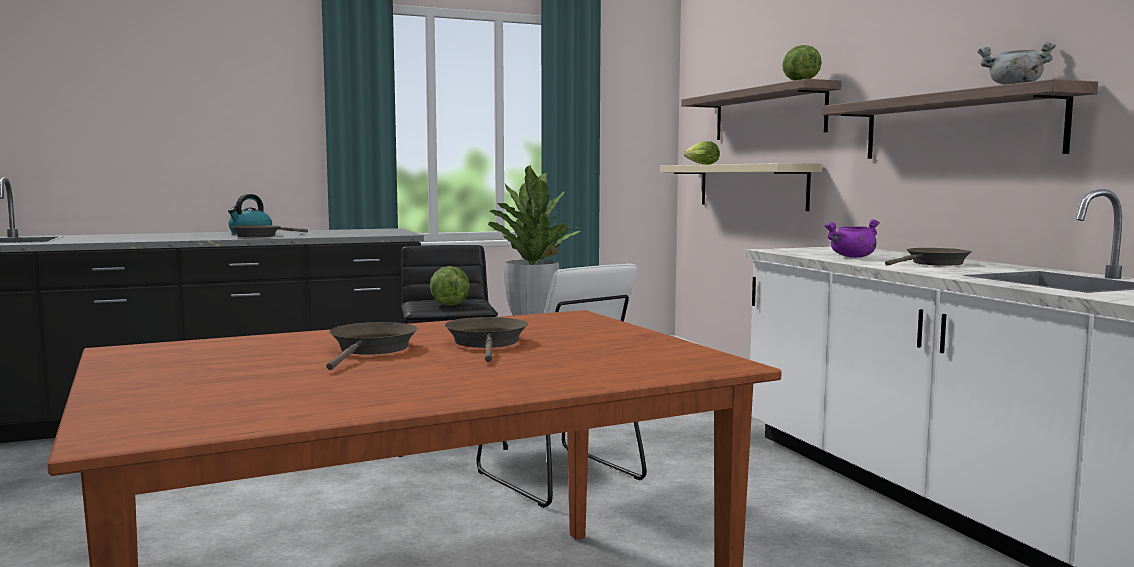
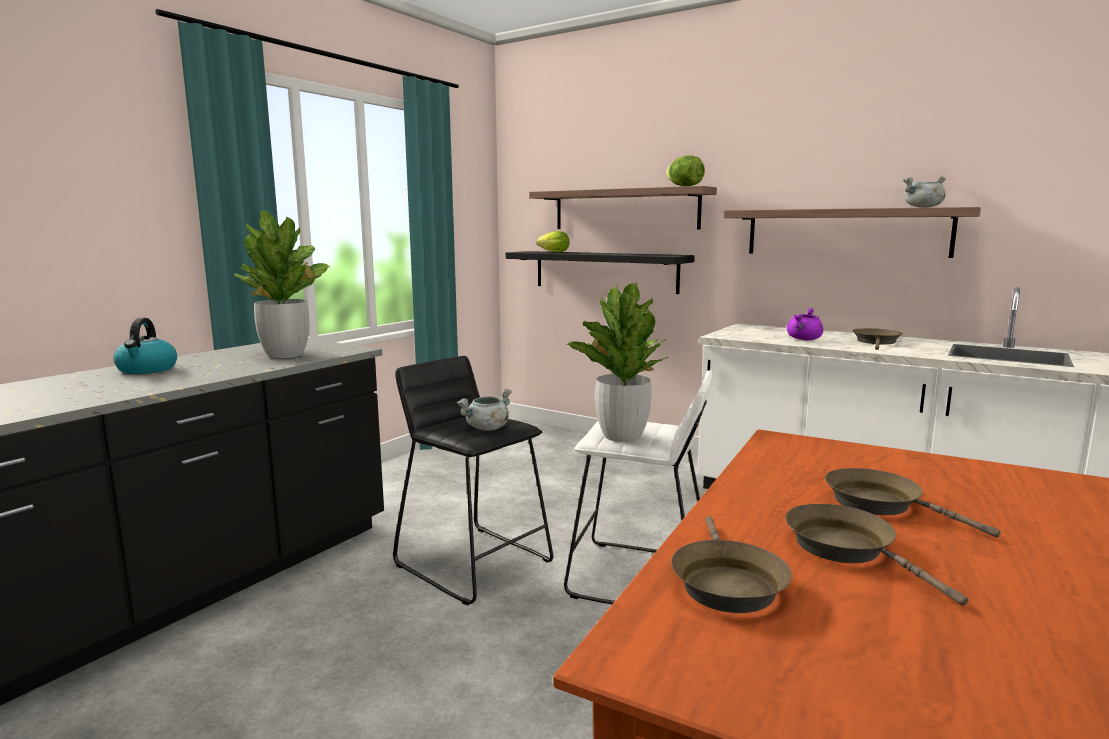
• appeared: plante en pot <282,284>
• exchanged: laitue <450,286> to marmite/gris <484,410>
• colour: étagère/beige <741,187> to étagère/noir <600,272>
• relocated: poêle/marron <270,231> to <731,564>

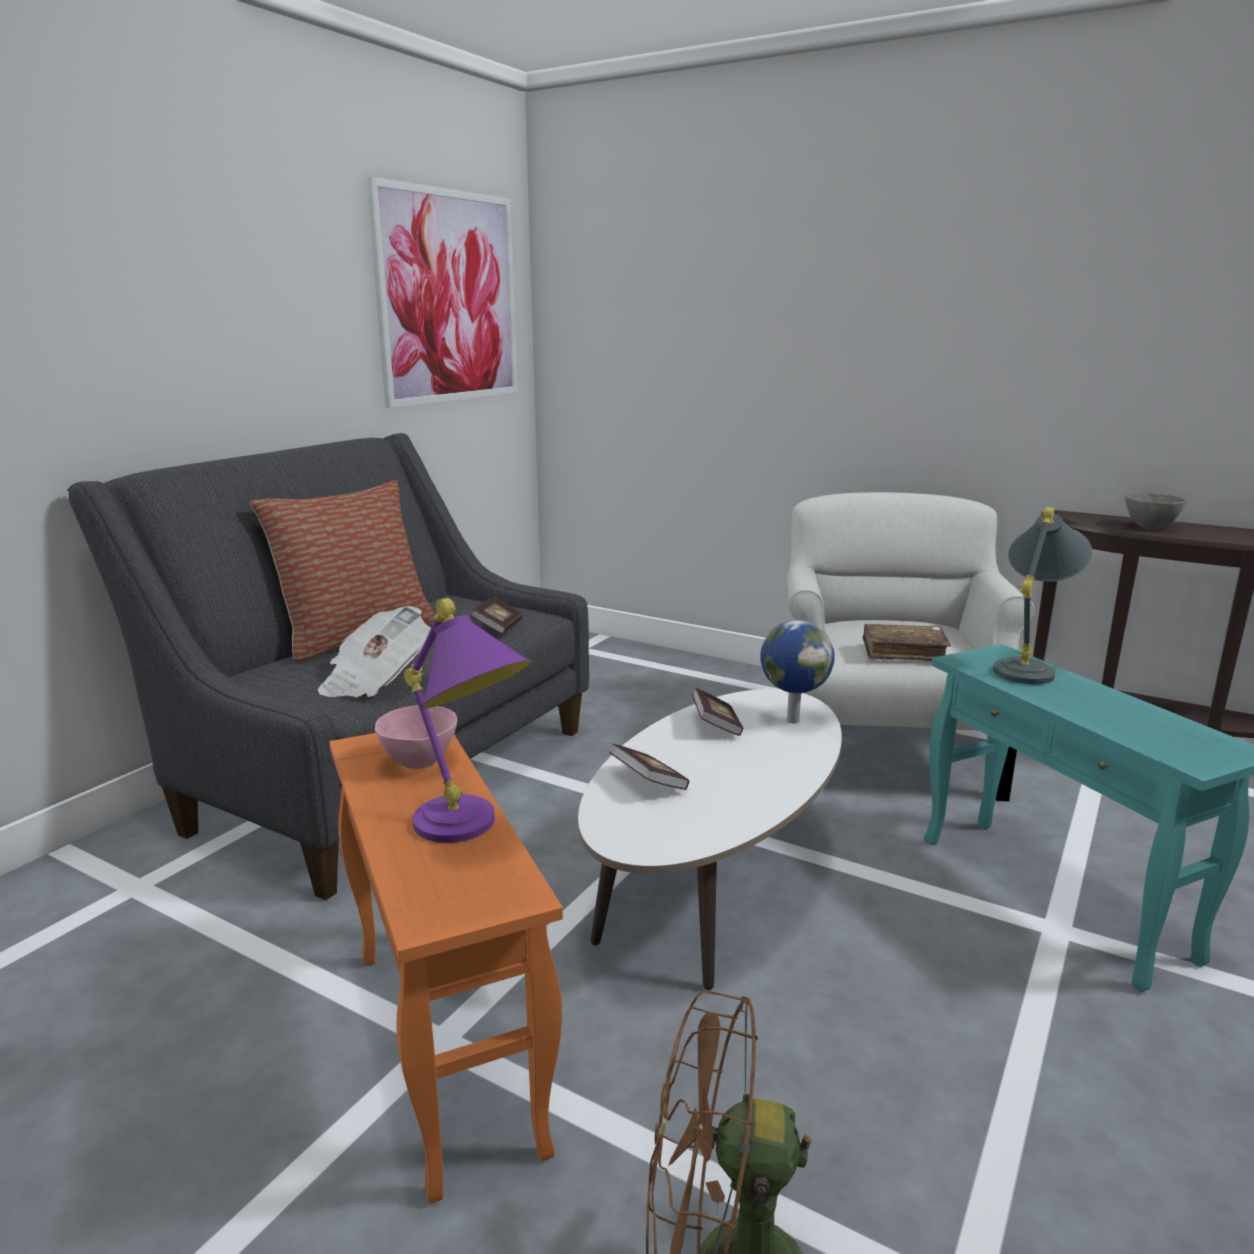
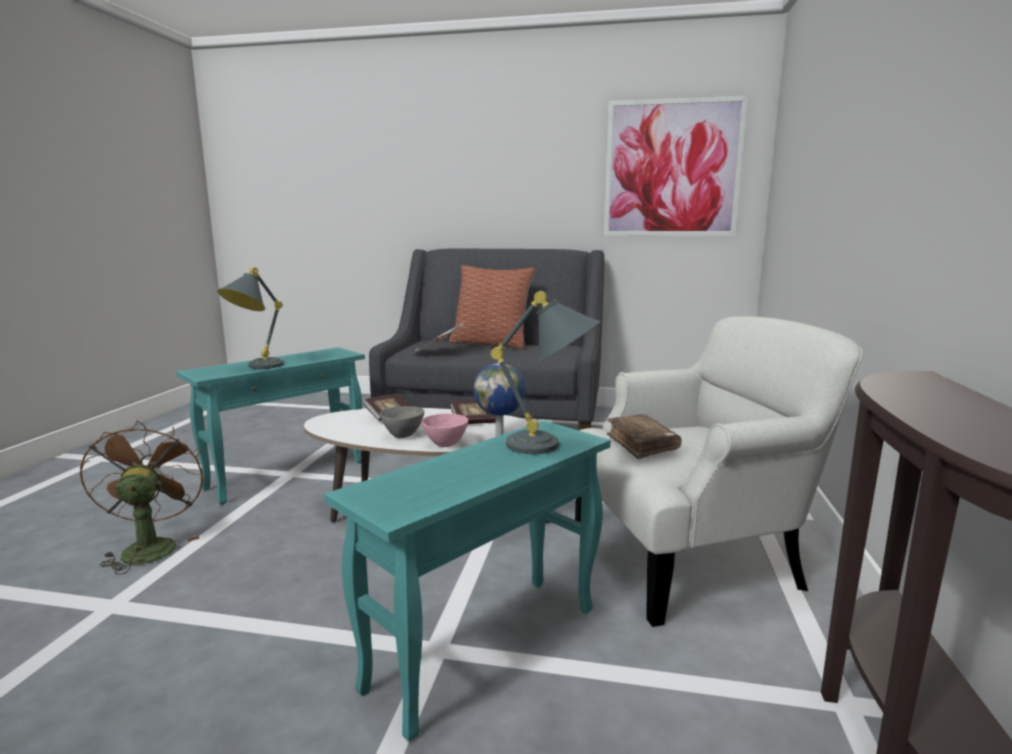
• colour: table d'appoint/orange <446,968> to table d'appoint/turquoise <270,426>
• colour: lampe de table/violet <468,720> to lampe de table/gris <251,318>
• relocated: bol/gris <1156,510> to <402,422>
• relocated: bol/rose <416,737> to <445,430>
• missing: livre <497,615>

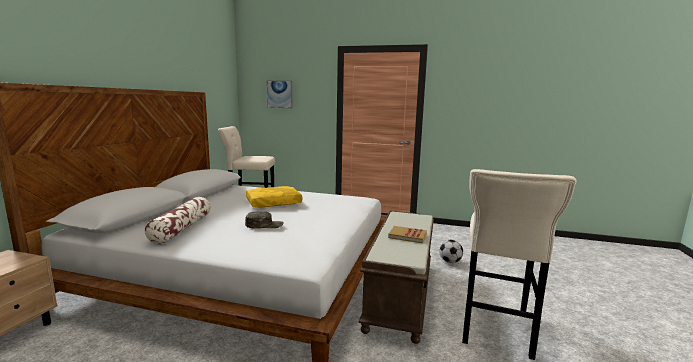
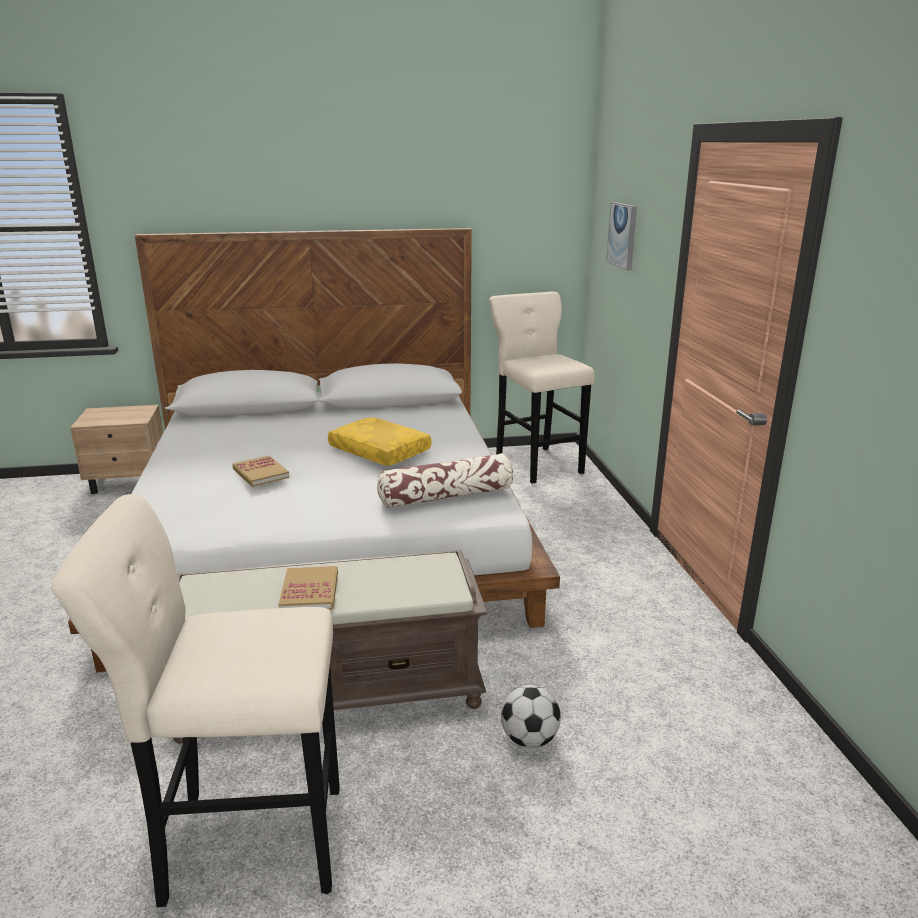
• exchanged: casquette/vert <264,220> to livre <261,471>
• relocated: coussin <177,220> to <445,480>

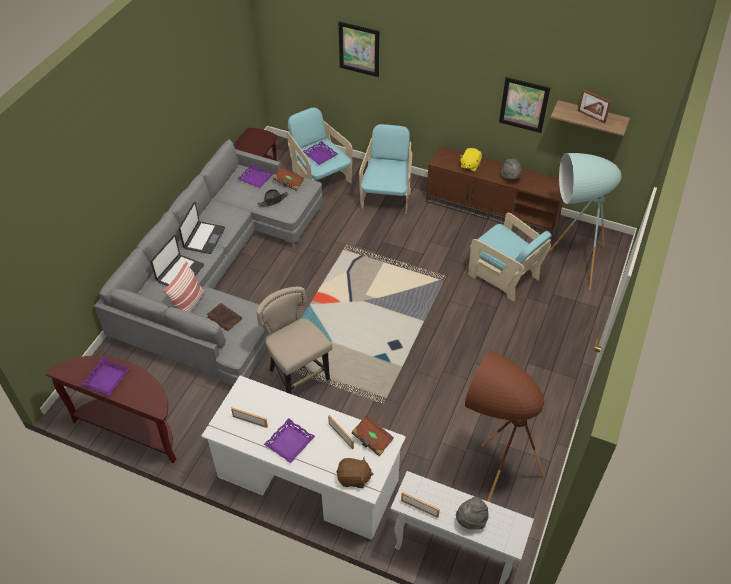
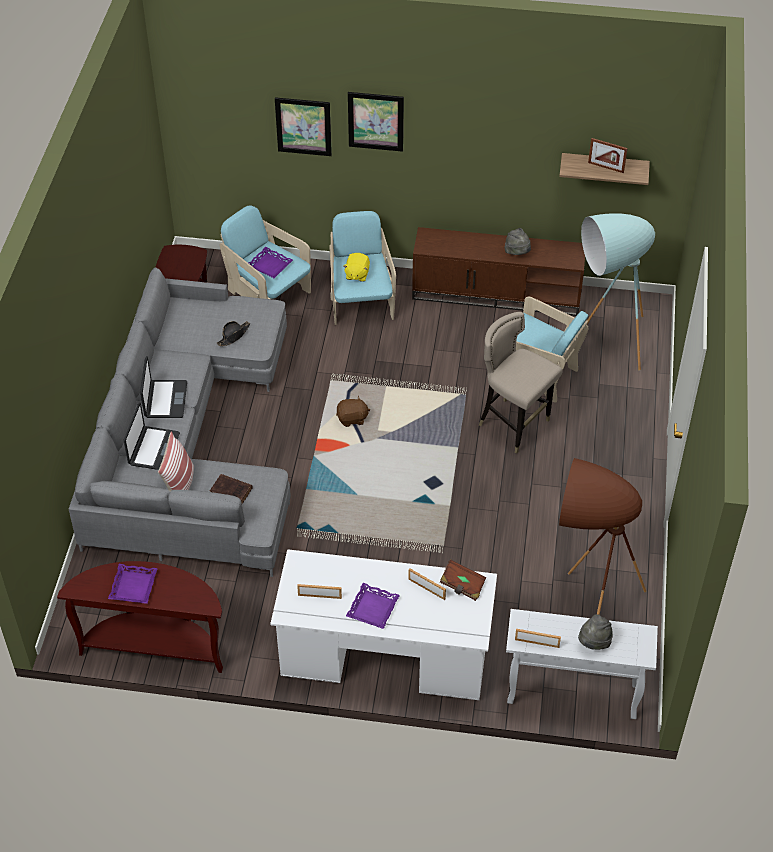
• relocated: peluche/marron <355,472> to <353,411>
• relocated: peluche/jaune <471,160> to <356,267>
• relocated: tableau <524,105> to <376,122>
• relocated: tabouret/beige <295,340> to <520,383>
• missing: plateau/violet <255,176>
• missing: livre/marron <288,178>

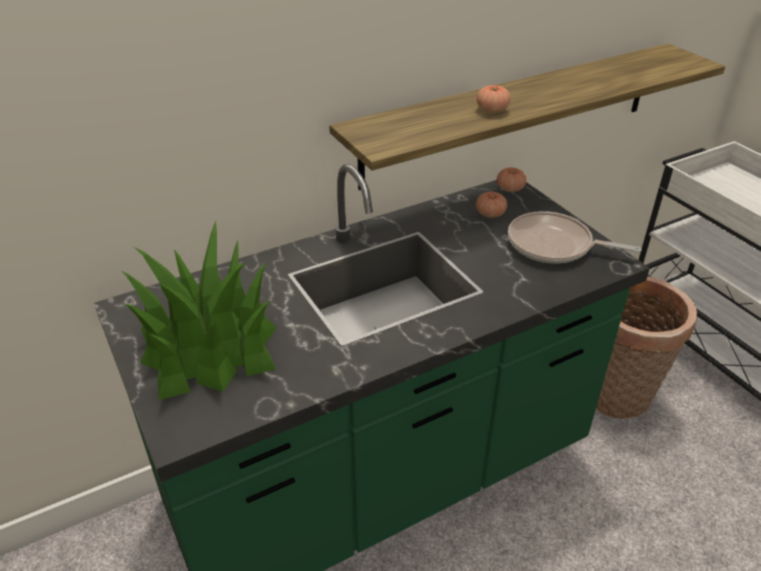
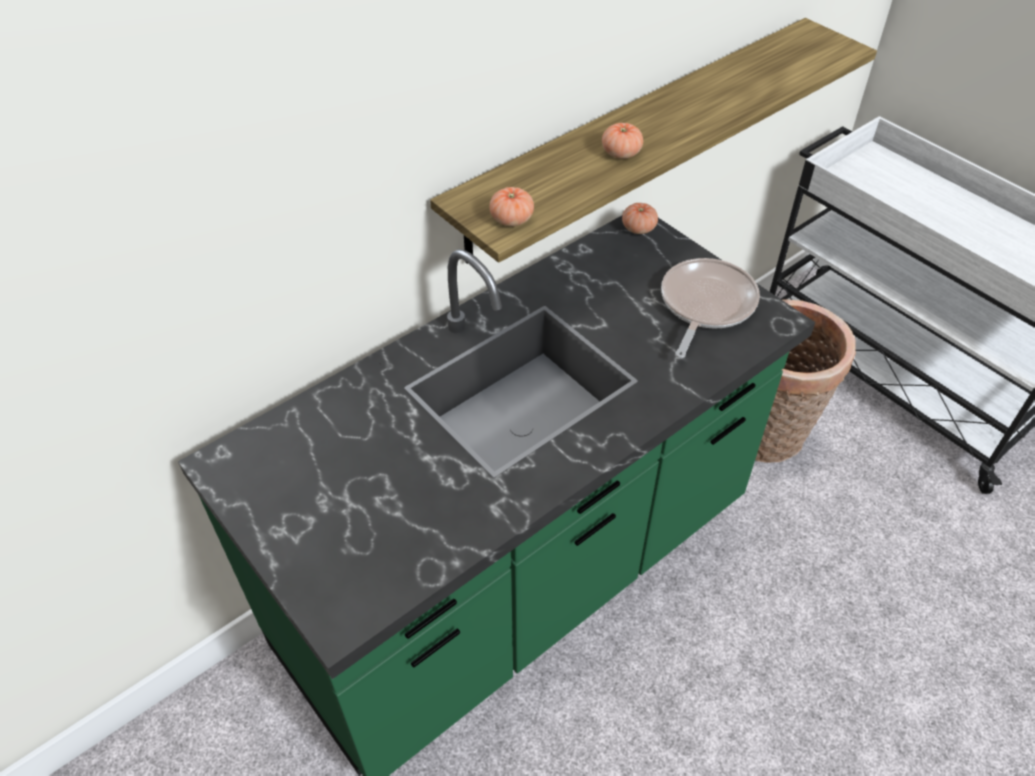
• relocated: tomate <491,204> to <511,206>
• spun: poêle <575,237> = <710,308> 105 degrees clockwise
• missing: plante en pot <198,310>

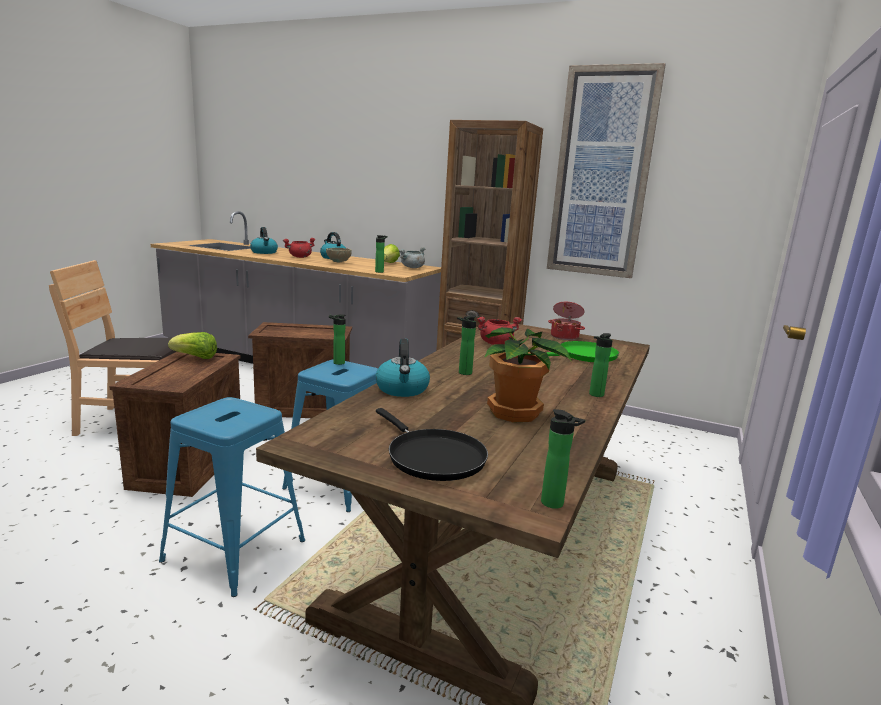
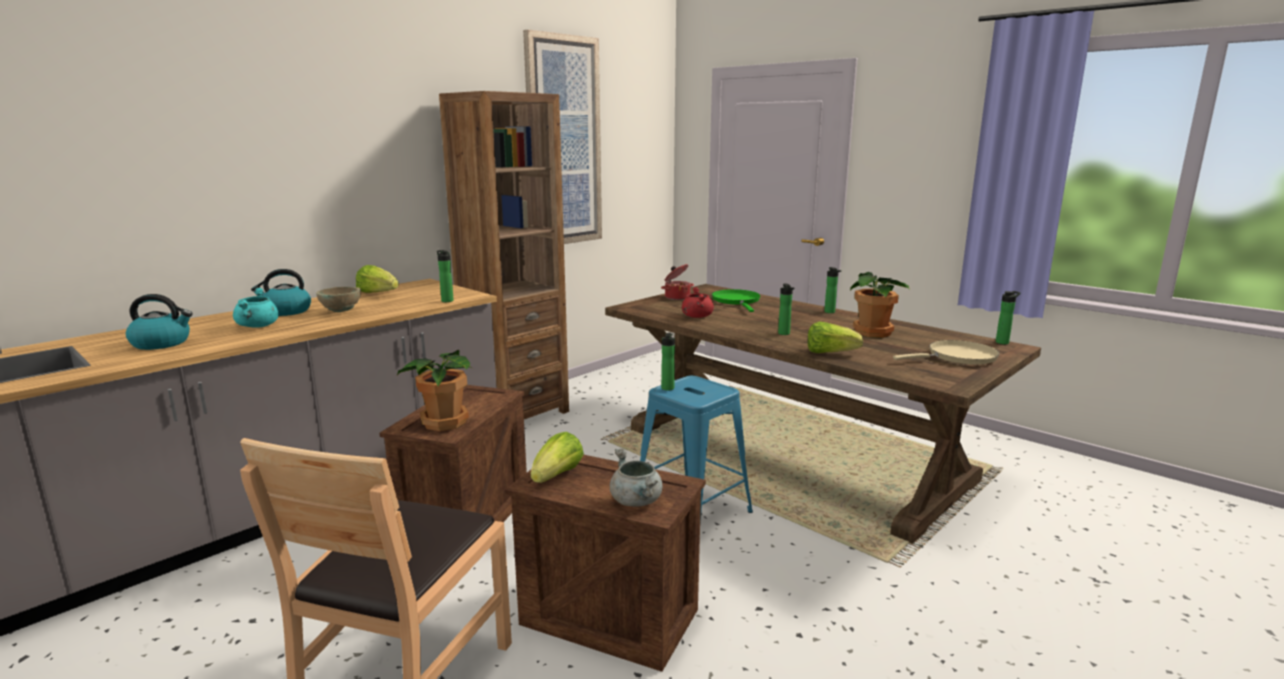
• colour: marmite/rouge <299,248> to marmite/turquoise <256,308>
• appeared: plante en pot <435,390>
• relocated: marmite/gris <412,257> to <636,477>
• exchanged: bouilloire <402,368> to laitue <835,337>
• colour: poêle/noir <432,444> to poêle/beige <946,352>
• missing: tabouret/bleu <232,497>

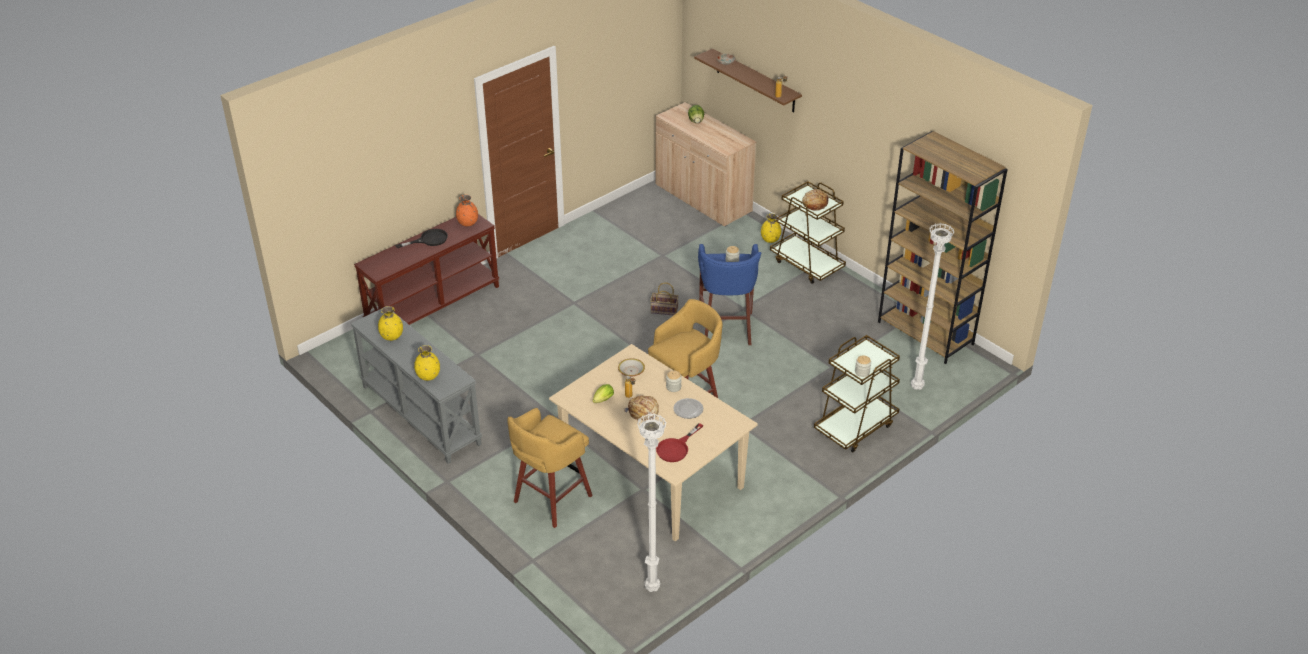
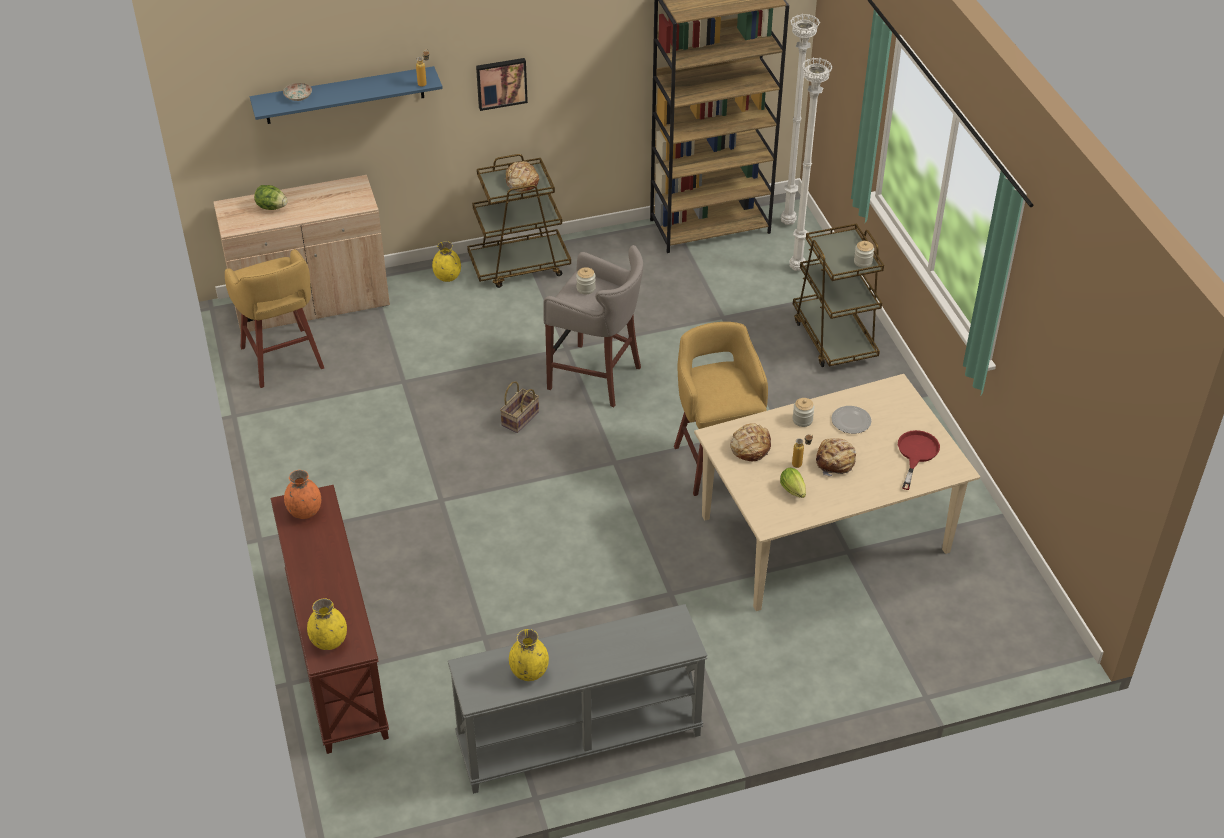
• relocated: tabouret/jaune <550,468> to <274,318>
• colour: étagère/marron <748,80> to étagère/bleu <346,95>
• relocated: vase/jaune <427,363> to <327,624>
• appeared: tableau <502,84>
• colour: tabouret/bleu <729,294> to tabouret/gris <593,326>
• exchanged: bol <631,367> to pain <750,442>
• relocated: lampadaire/blanc <652,503> to <800,119>
• spun: poêle/rouge <679,442> = <919,460> 135 degrees counterclockwise
• missing: poêle/noir <421,238>

